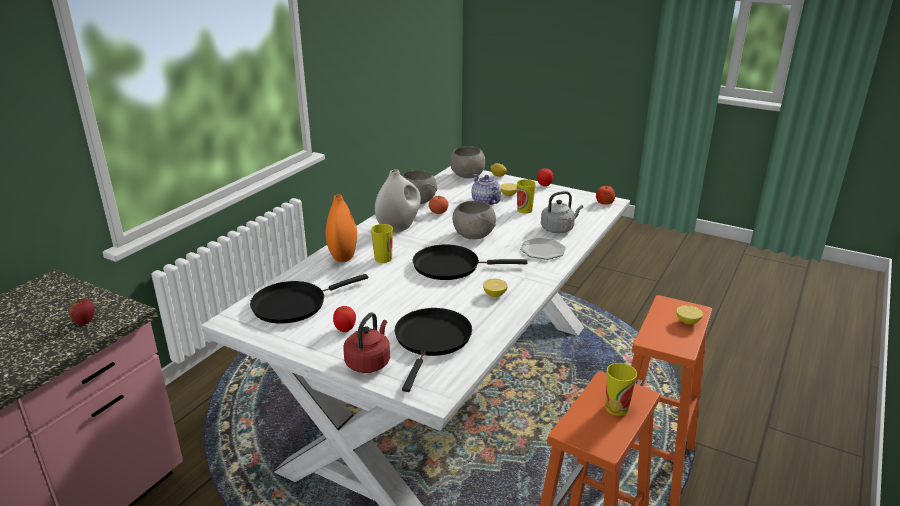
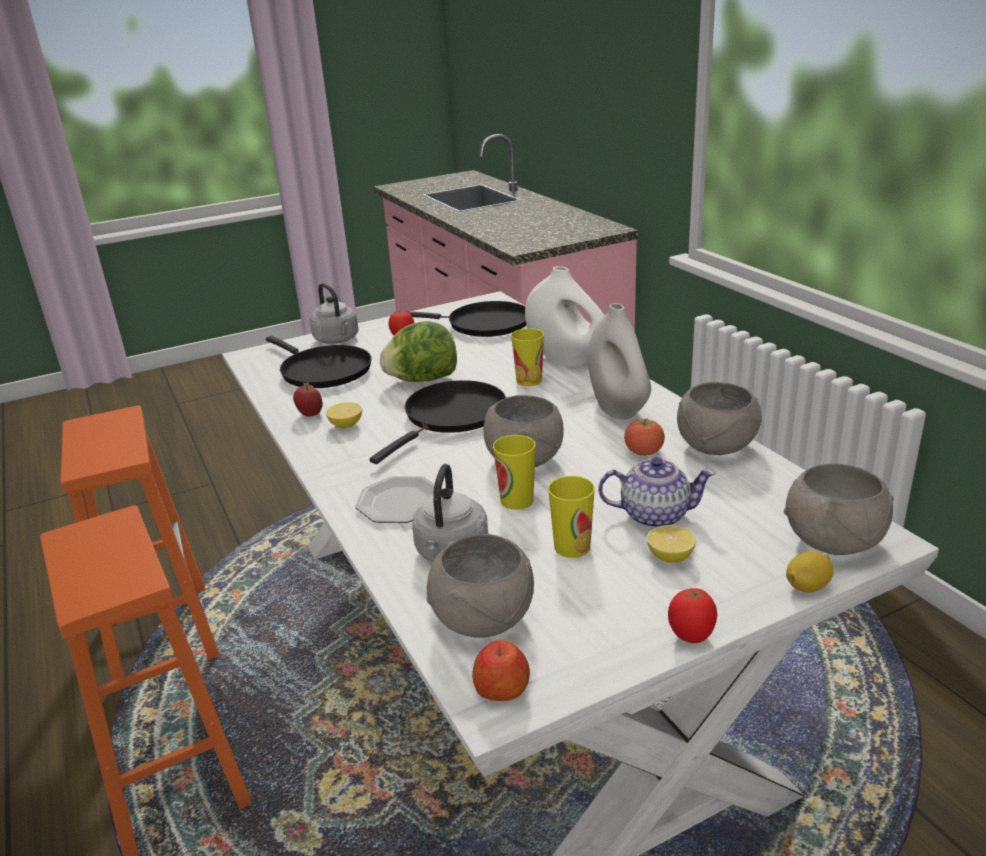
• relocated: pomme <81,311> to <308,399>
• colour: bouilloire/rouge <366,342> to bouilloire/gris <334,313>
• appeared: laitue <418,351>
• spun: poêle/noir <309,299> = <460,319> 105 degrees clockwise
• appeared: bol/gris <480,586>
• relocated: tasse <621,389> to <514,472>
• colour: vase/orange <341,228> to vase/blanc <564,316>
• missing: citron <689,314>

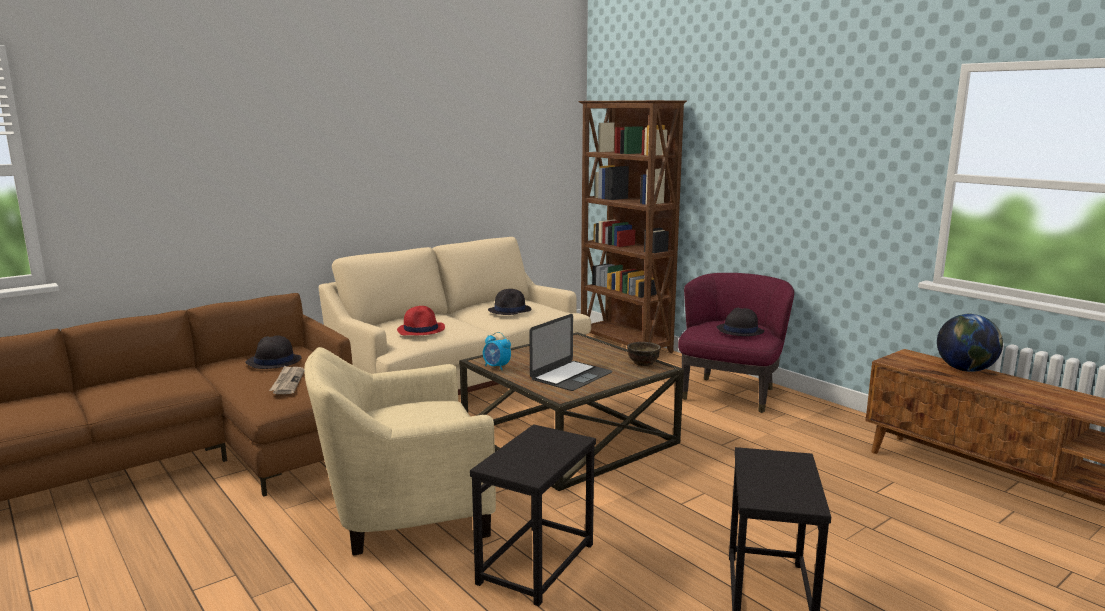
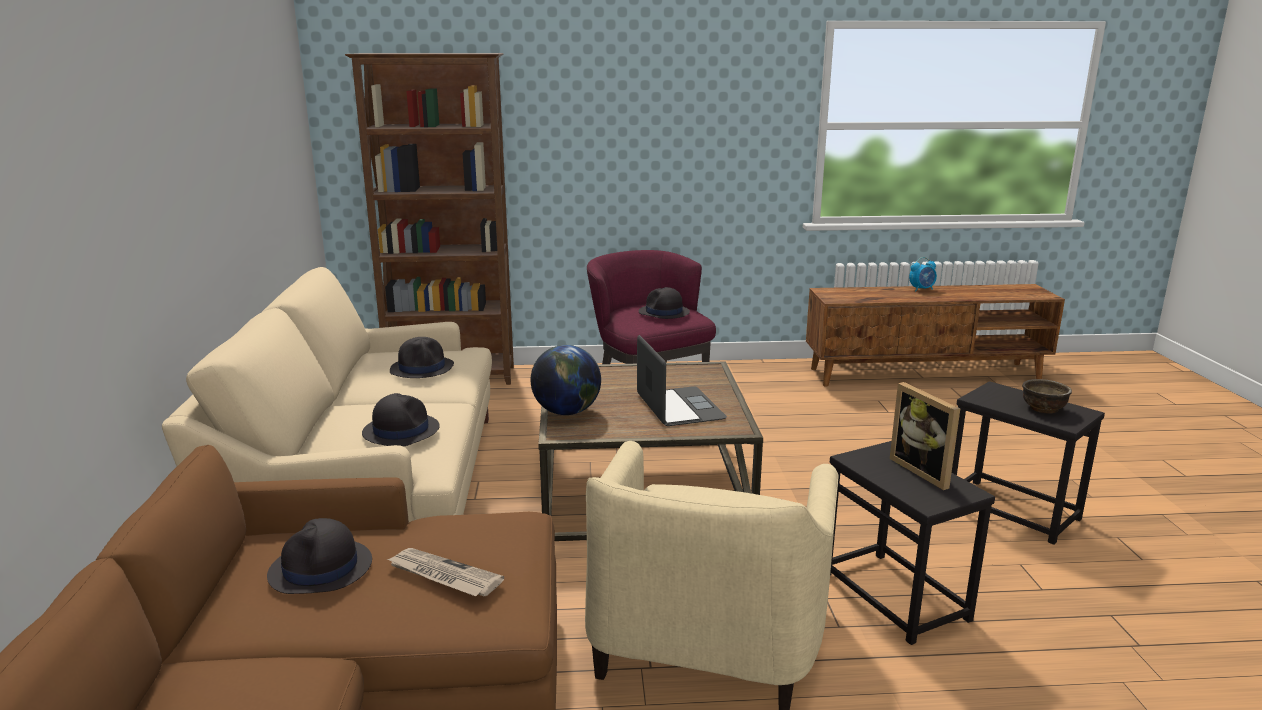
• colour: chapeau/rouge <421,320> to chapeau/noir <401,420>
• relocated: globe <970,343> to <566,380>
• appeared: cadre photo <925,436>
• relocated: réveil <497,351> to <923,274>
• relocated: bol/marron <644,354> to <1047,396>

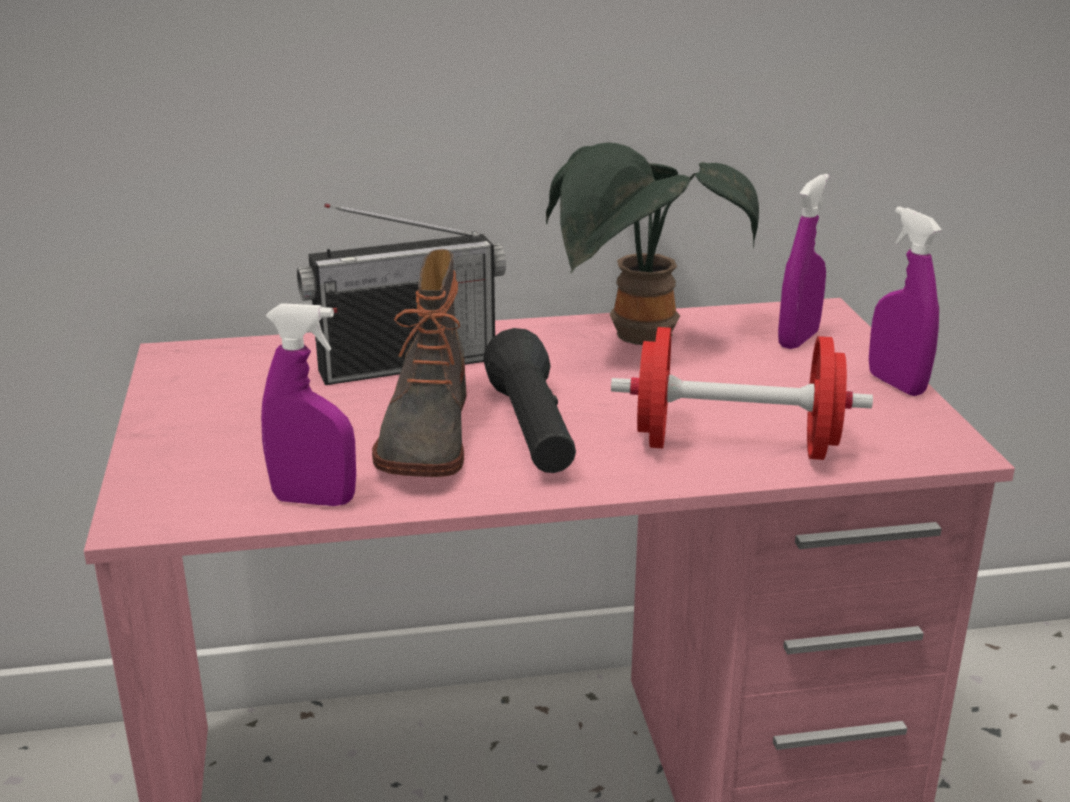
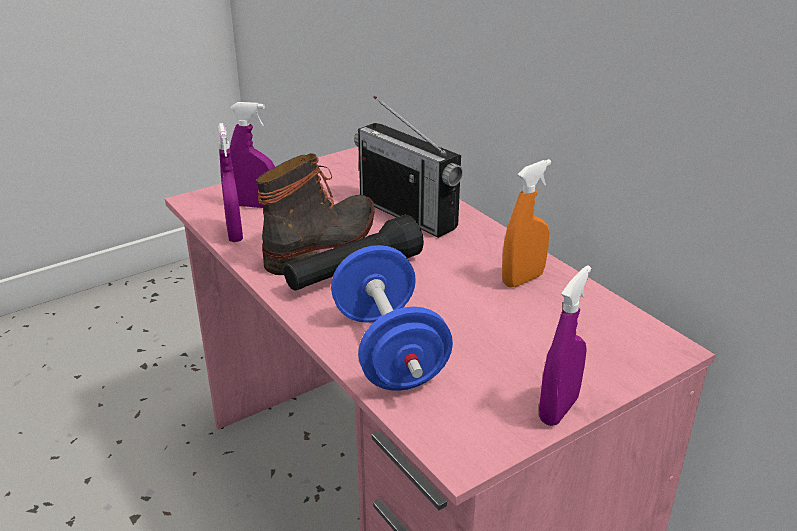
• relocated: vaporisateur/violet <803,261> to <252,155>
• spun: botte <419,363> = <315,214> 150 degrees clockwise
• colour: haltère/rouge <742,393> to haltère/bleu <392,318>
• exchanged: plante en pot <652,243> to vaporisateur/orange <527,223>

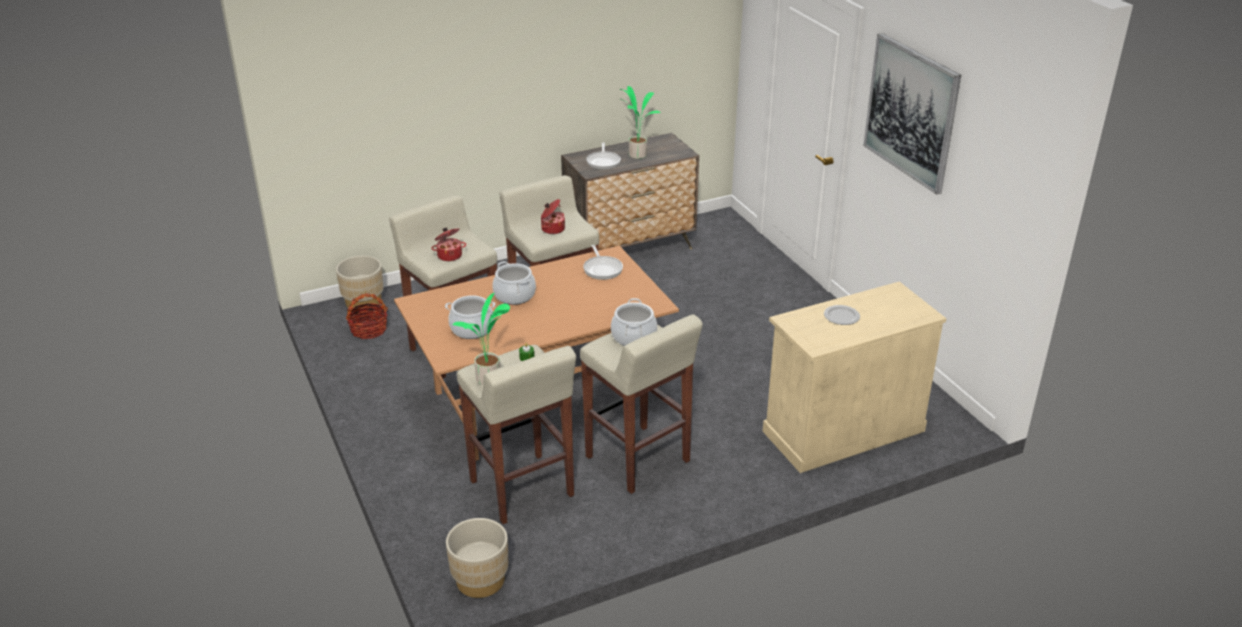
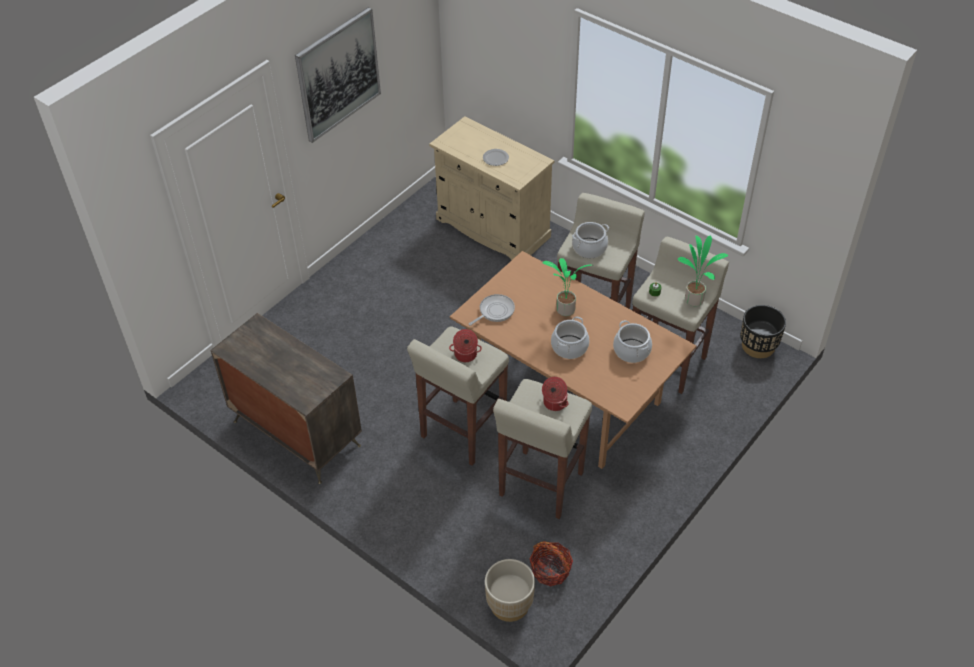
• relocated: plante en pot <640,122> to <567,287>
• colour: cache-pot/beige <477,558> to cache-pot/noir <763,331>
• missing: poêle <603,156>

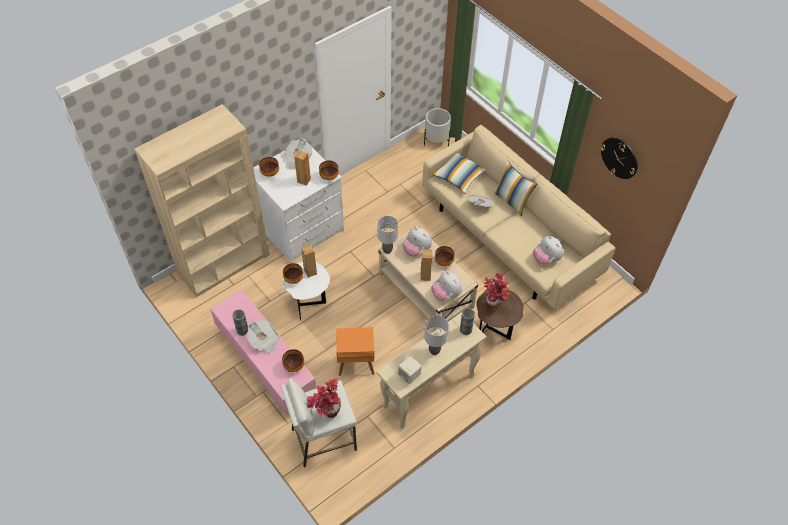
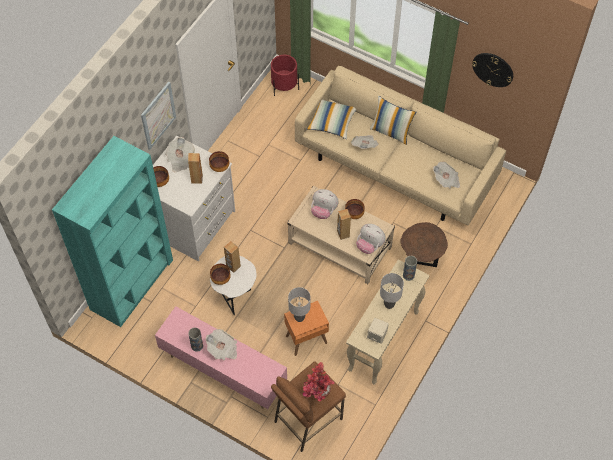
• colour: bibliothèque/beige <202,200> to bibliothèque/turquoise <112,231>
• appeared: tableau <158,116>
• colour: cache-pot/blanc <437,127> to cache-pot/rouge <285,75>
• colour: tabouret/blanc <319,422> to tabouret/marron <308,406>
• relocated: lampe de table/gris <387,235> to <299,304>
• exchanged: peluche <548,250> to journal <446,175>
• missing: bol <293,360>
• missing: plante en pot <497,292>

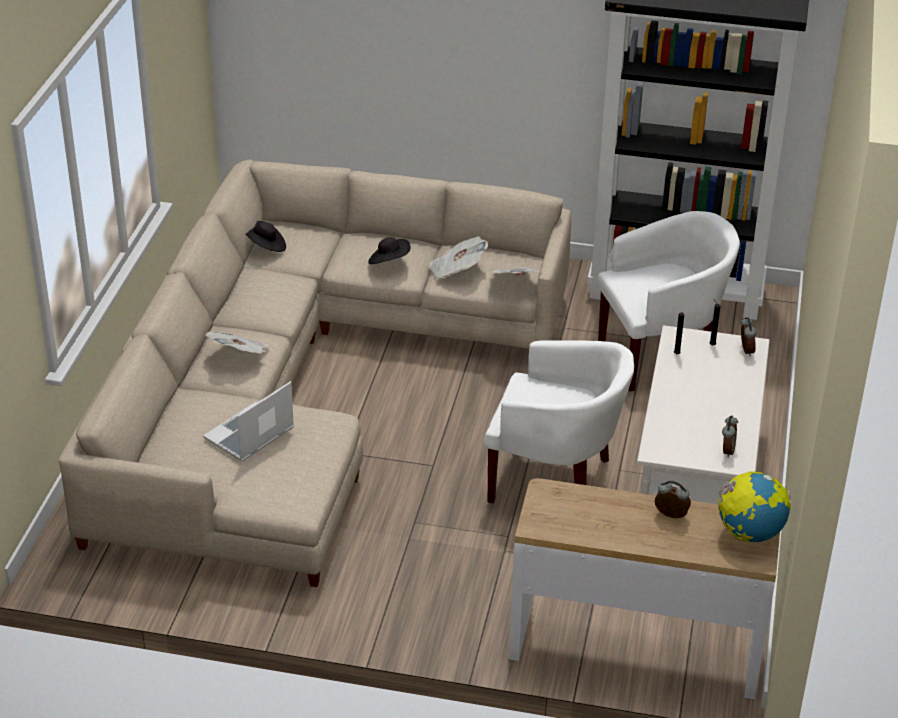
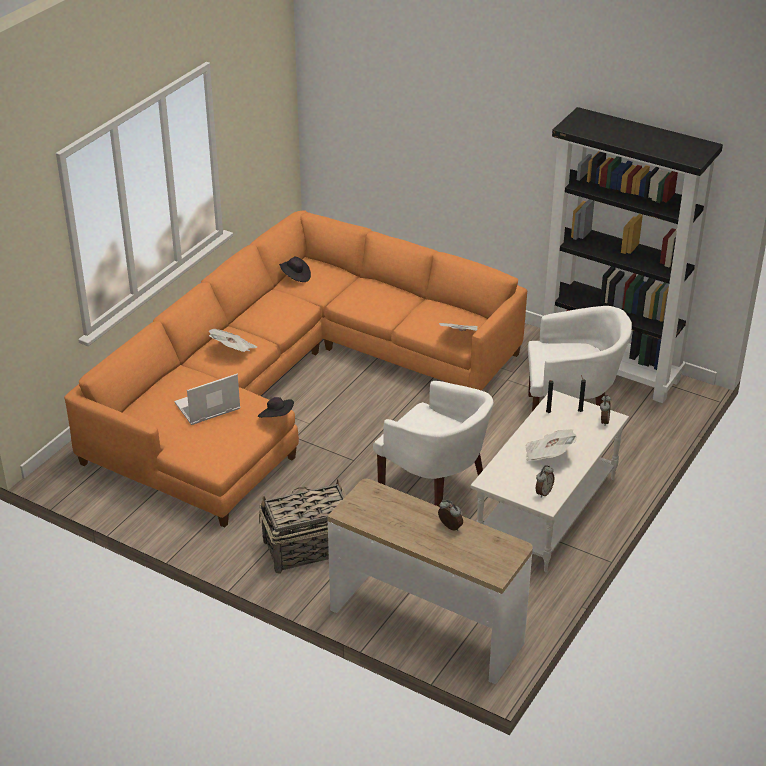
• colour: canapé/beige <315,373> to canapé/orange <296,369>
• relocated: chapeau/noir <389,250> to <276,407>
• appeared: panier <302,526>
• relocated: journal <458,257> to <551,445>
• missing: globe <754,506>

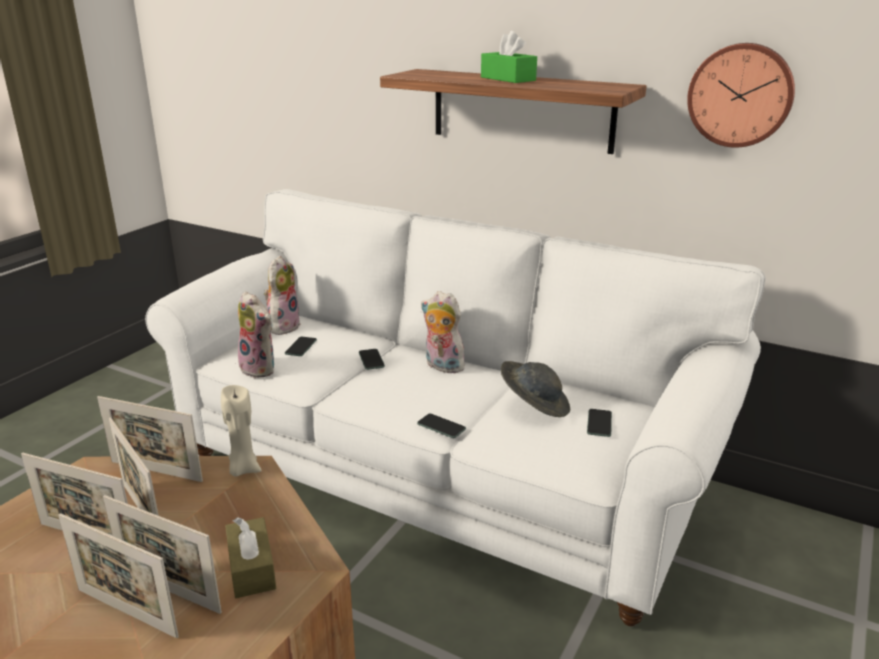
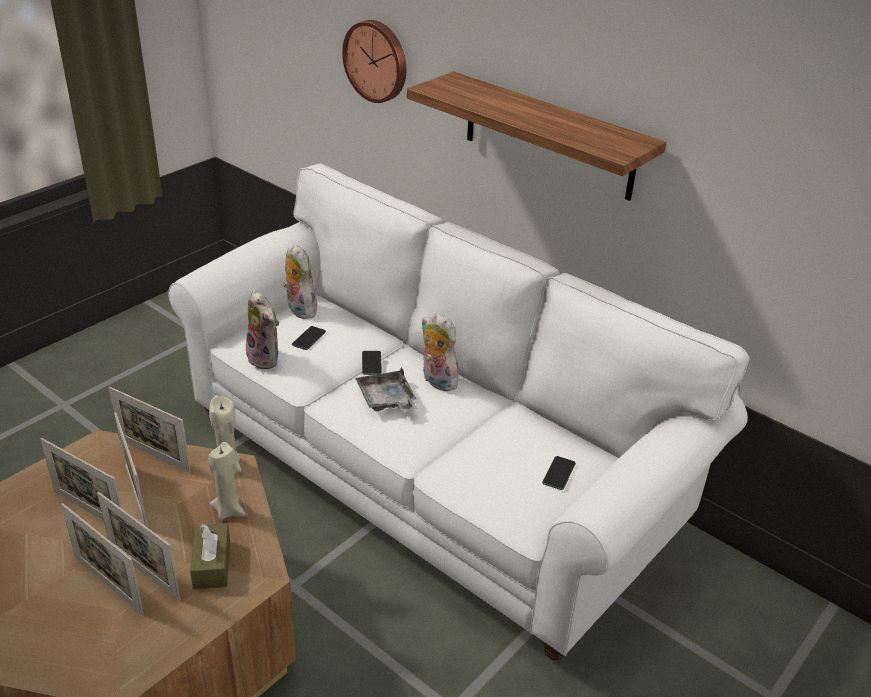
• appeared: bougie/beige <227,481>
• spun: peluche <282,295> = <301,281> 60 degrees counterclockwise
• relocated: horloge murale <741,95> to <374,61>
• appeared: plateau/gris <386,389>
• missing: téléphone <441,426>
• missing: boîte à mouchoirs/vert <509,57>
• missing: chapeau/gris <536,389>

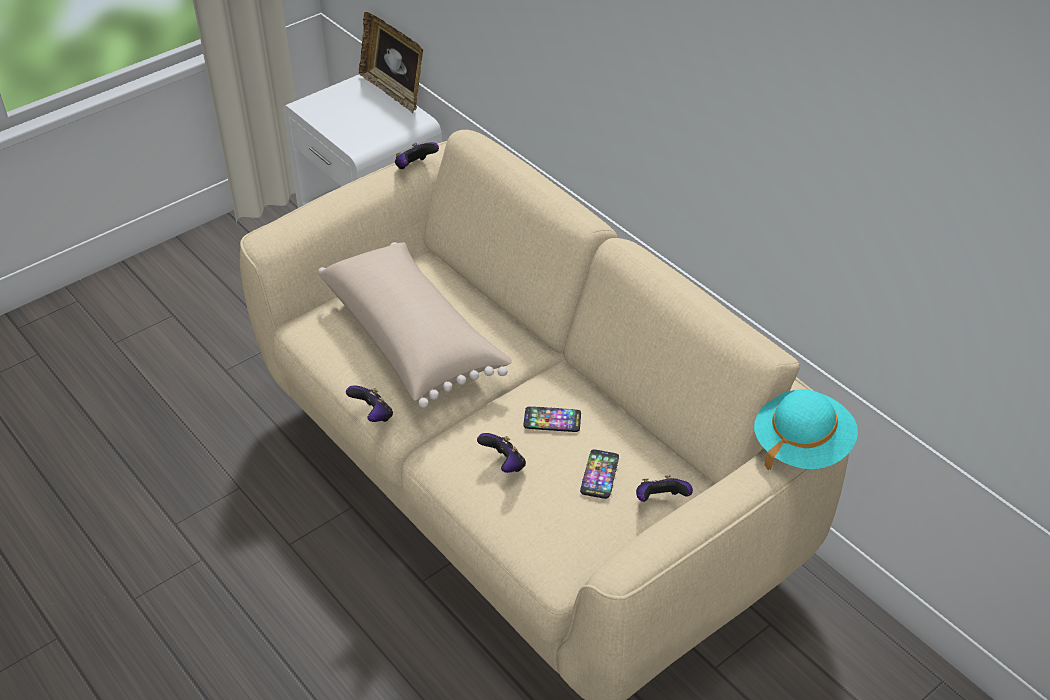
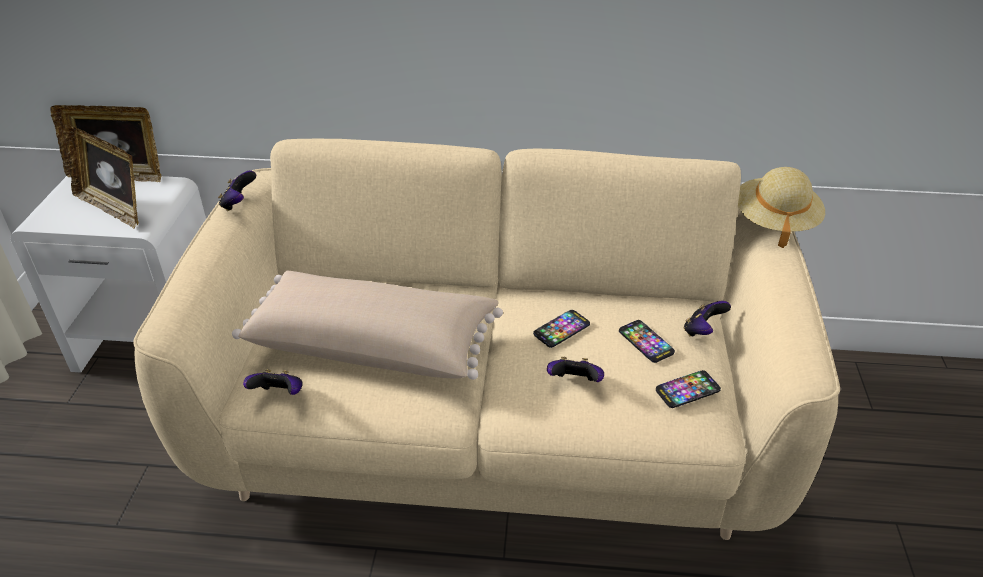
• appeared: cadre photo <101,176>
• relocated: manette <369,403> to <273,382>
• appeared: téléphone <688,389>
• colour: chapeau/turquoise <806,430> to chapeau/beige <781,207>

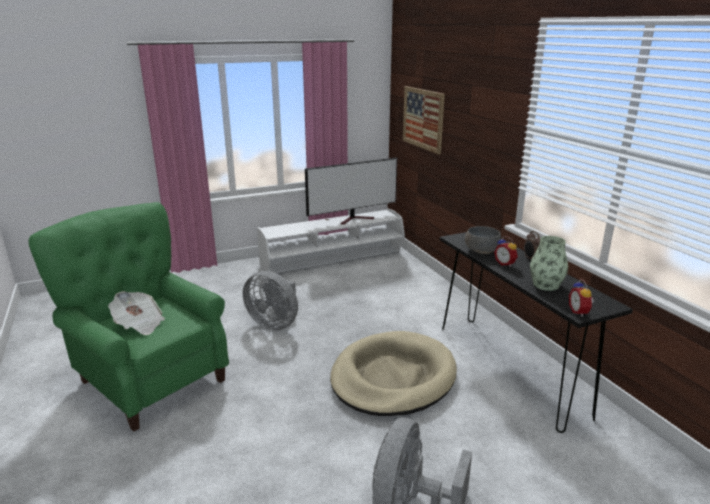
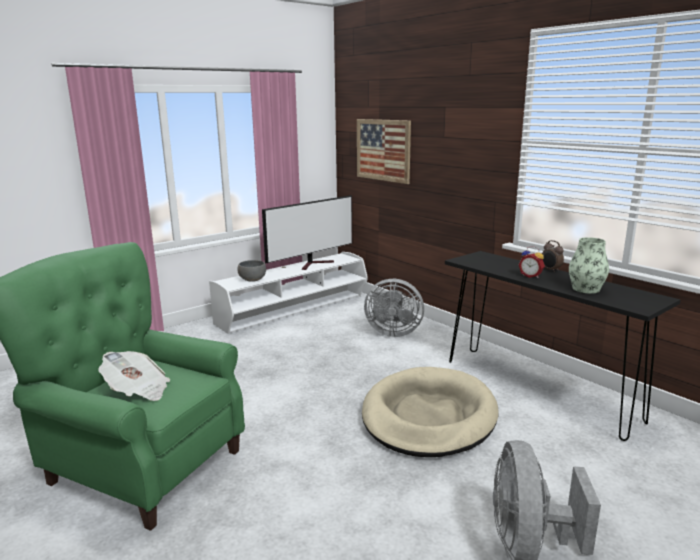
• relocated: bol/gris <483,240> to <251,271>
• relocated: ventilateur/gris <270,301> to <394,308>
• missing: réveil <581,298>

